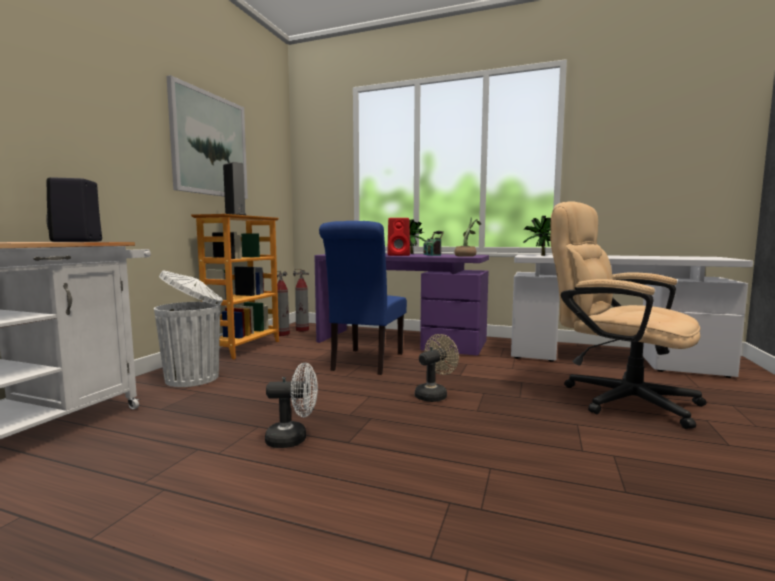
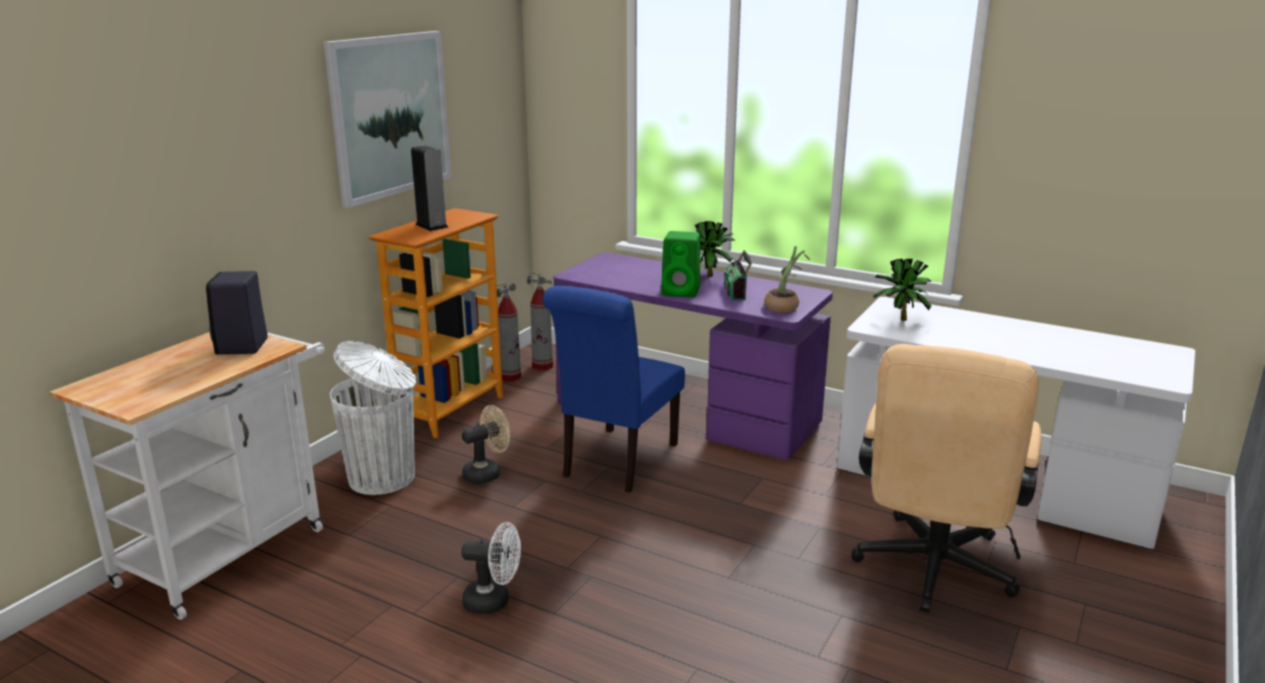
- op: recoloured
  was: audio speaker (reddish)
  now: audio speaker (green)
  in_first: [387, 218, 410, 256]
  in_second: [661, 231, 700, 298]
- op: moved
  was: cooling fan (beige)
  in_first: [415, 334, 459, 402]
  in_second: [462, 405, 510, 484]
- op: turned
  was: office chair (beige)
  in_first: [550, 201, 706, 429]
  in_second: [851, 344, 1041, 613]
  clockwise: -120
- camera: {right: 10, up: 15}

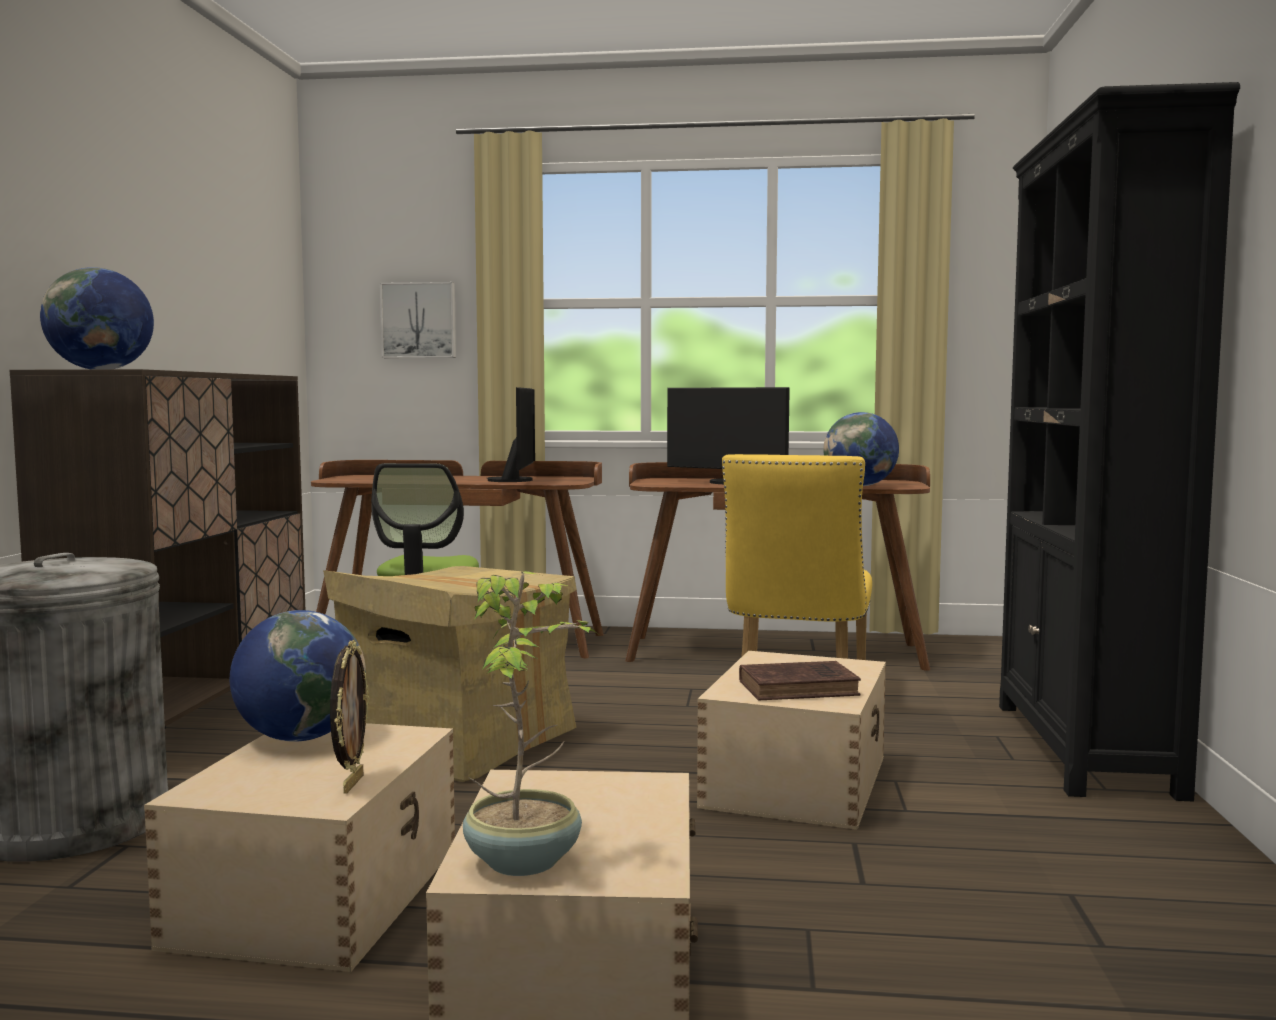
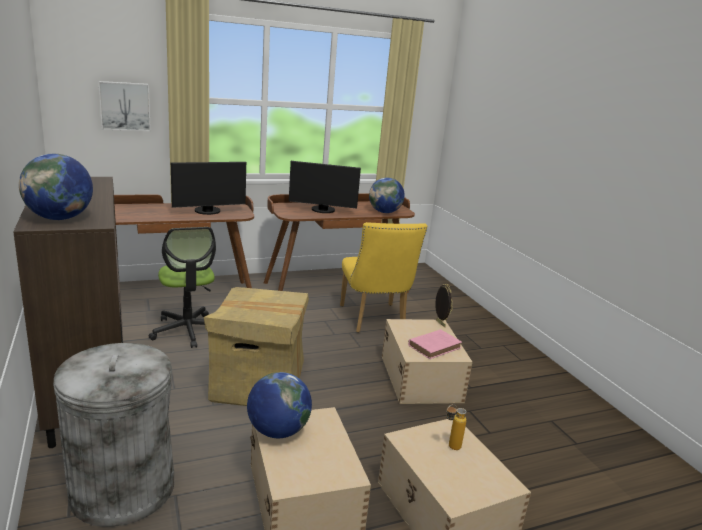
- op: moved
  was: picture frame
  in_first: [330, 640, 369, 793]
  in_second: [435, 284, 453, 327]
- op: removed
  was: plant in a pot
  in_first: [463, 571, 602, 876]
- op: turned
  was: monitor
  in_first: [487, 387, 535, 482]
  in_second: [171, 162, 246, 215]
  clockwise: 90
- op: recoloured
  was: bound book (brown-coloured)
  now: bound book (pinkish)
  in_first: [739, 661, 861, 701]
  in_second: [408, 329, 462, 359]
- op: removed
  was: bookshelf (black-coloured)
  in_first: [999, 82, 1240, 802]
- op: added
  now: beverage bottle
  in_second: [446, 404, 467, 450]
- camera: {right: -30, up: 15}

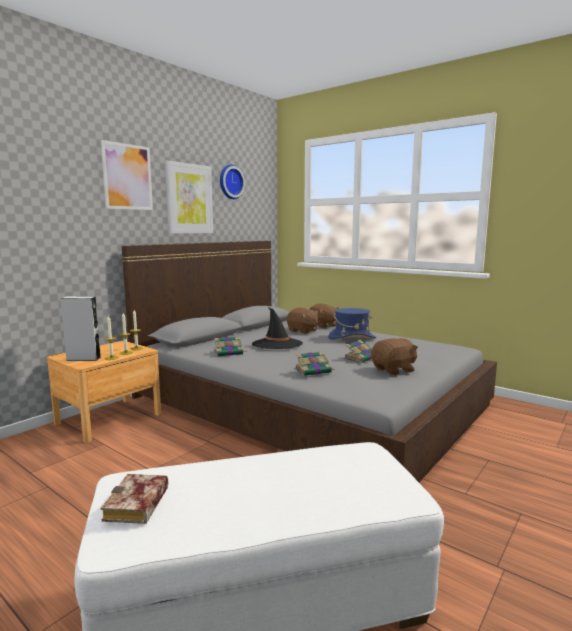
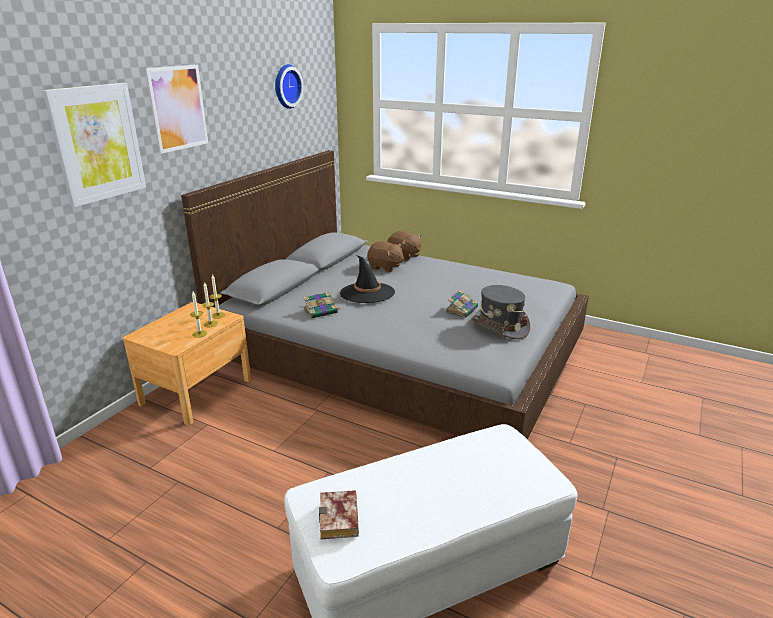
- op: removed
  was: audio speaker (greyish)
  in_first: [60, 296, 101, 361]
- op: moved
  was: wall art
  in_first: [165, 161, 213, 234]
  in_second: [42, 83, 146, 207]
- op: removed
  was: bound book
  in_first: [295, 351, 334, 376]
- op: removed
  was: hat (bluish)
  in_first: [328, 308, 376, 339]
- op: replaced
  was: cuddly toy (brown-coloured)
  now: hat (greyish)
  in_first: [371, 338, 418, 375]
  in_second: [471, 285, 530, 339]
- camera: {right: -10, up: 15}

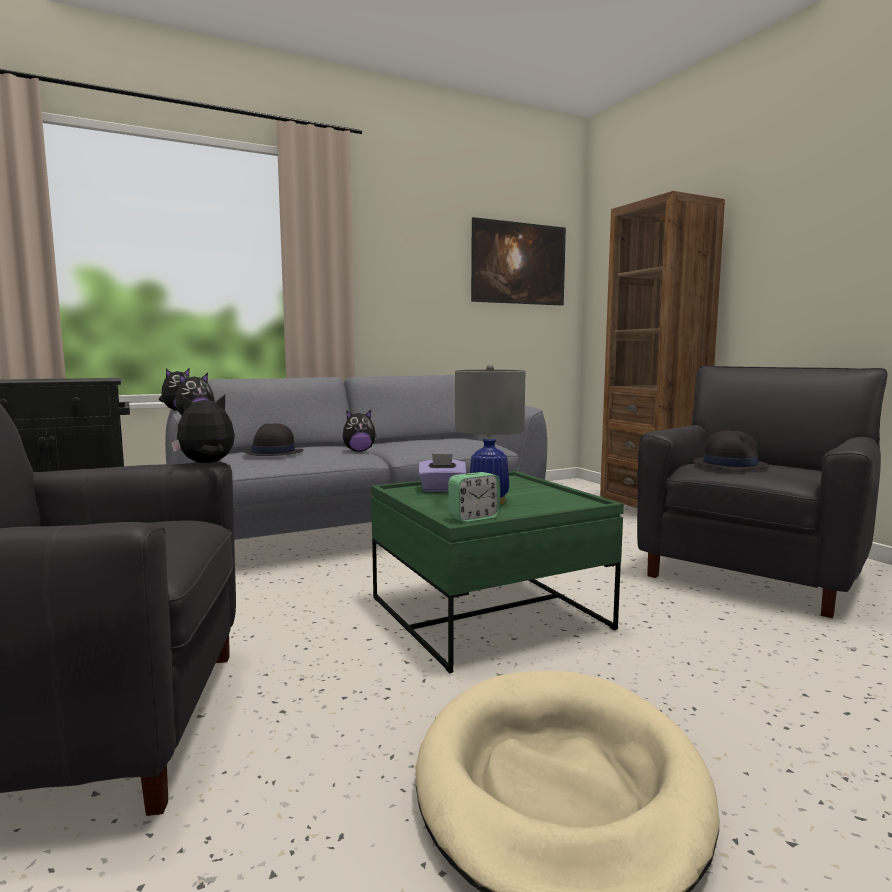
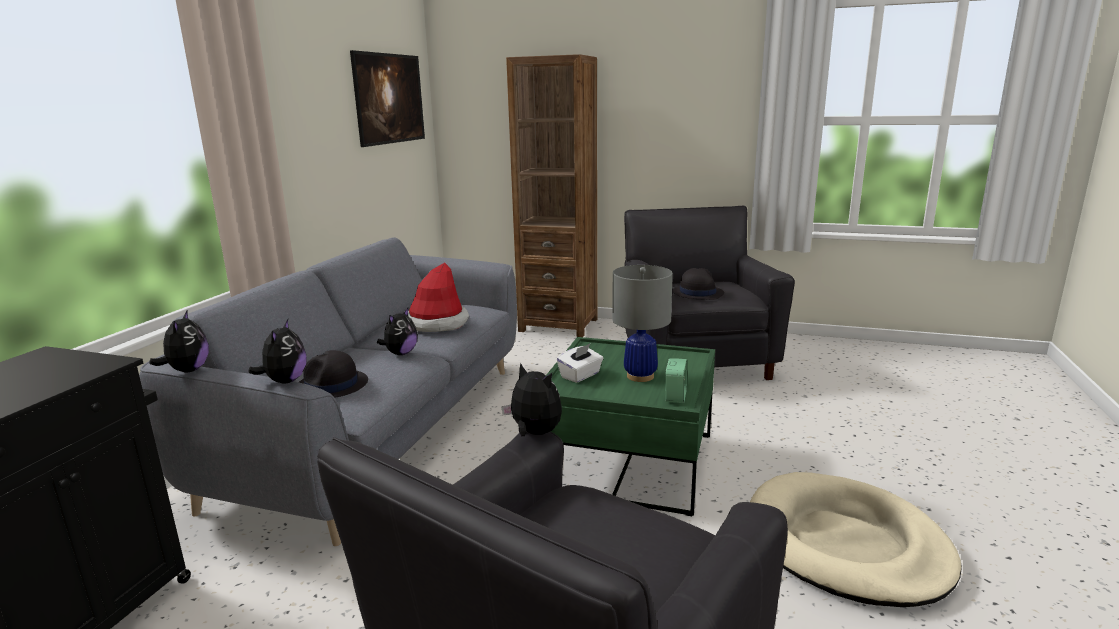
- op: turned
  was: cuddly toy
  in_first: [171, 395, 235, 463]
  in_second: [502, 363, 562, 437]
  clockwise: 105
- op: recoloured
  was: tissue box (purple-coloured)
  now: tissue box (white)
  in_first: [418, 454, 467, 492]
  in_second: [557, 344, 603, 383]
- op: added
  now: hat
  in_second: [408, 263, 469, 332]
- camera: {right: -45, up: 10}

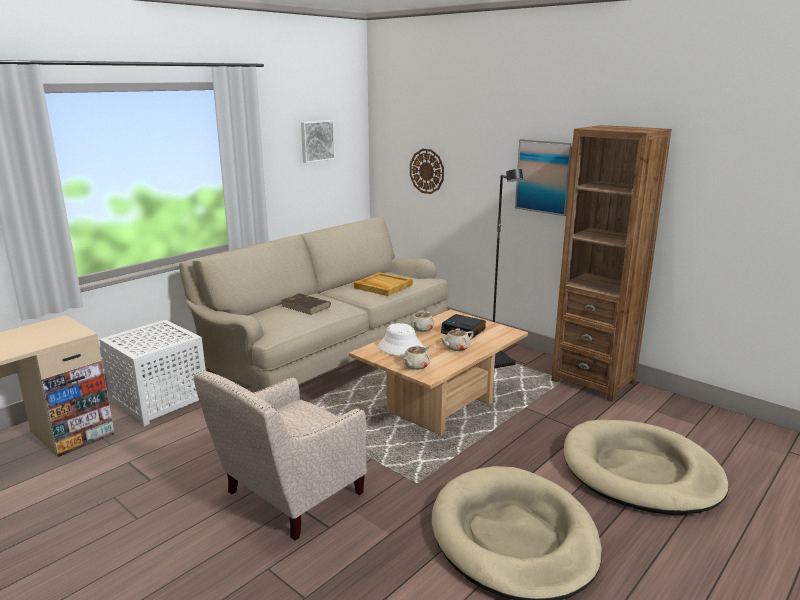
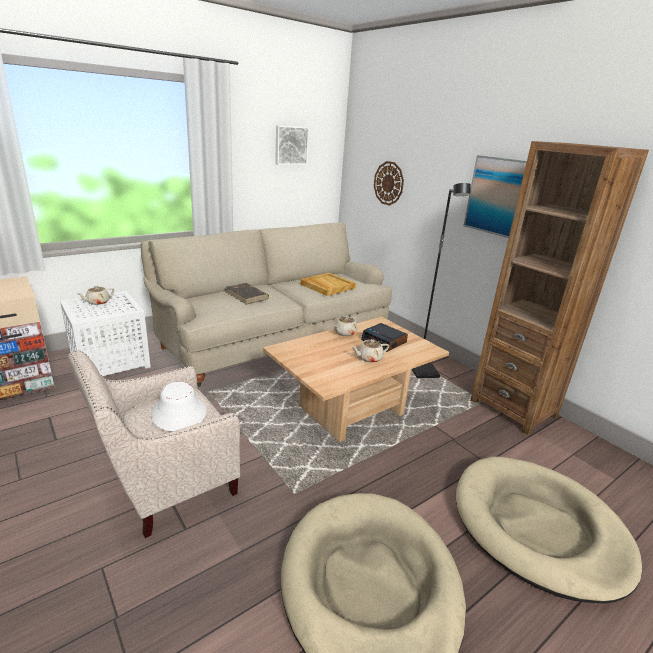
- op: moved
  was: hat (white)
  in_first: [378, 323, 424, 356]
  in_second: [151, 382, 207, 431]
- op: moved
  was: tea pot (beige)
  in_first: [403, 345, 430, 370]
  in_second: [76, 286, 114, 305]
- camera: {right: 10, up: 5}

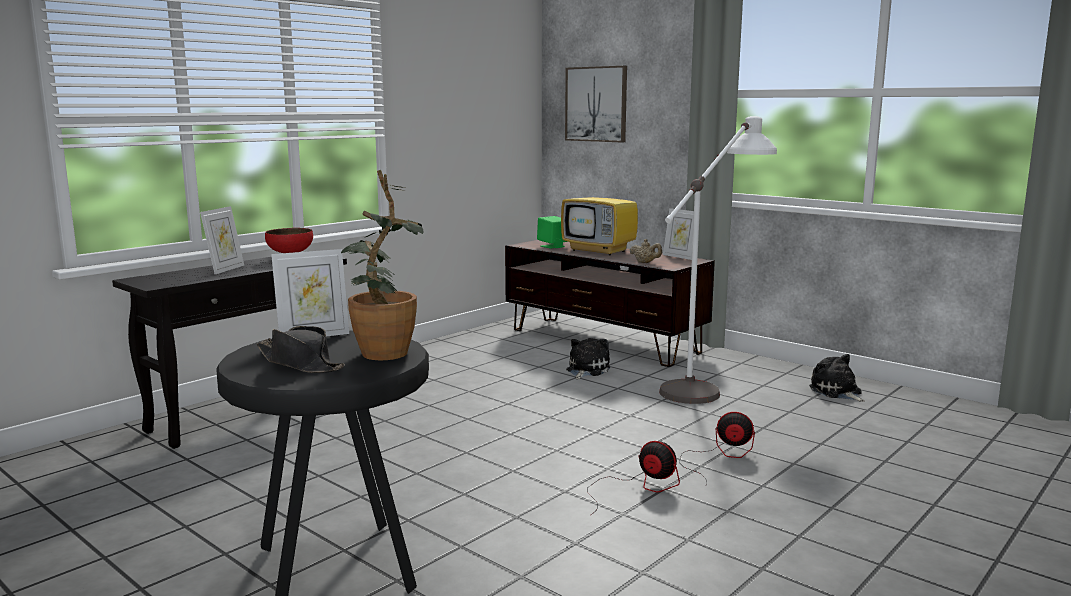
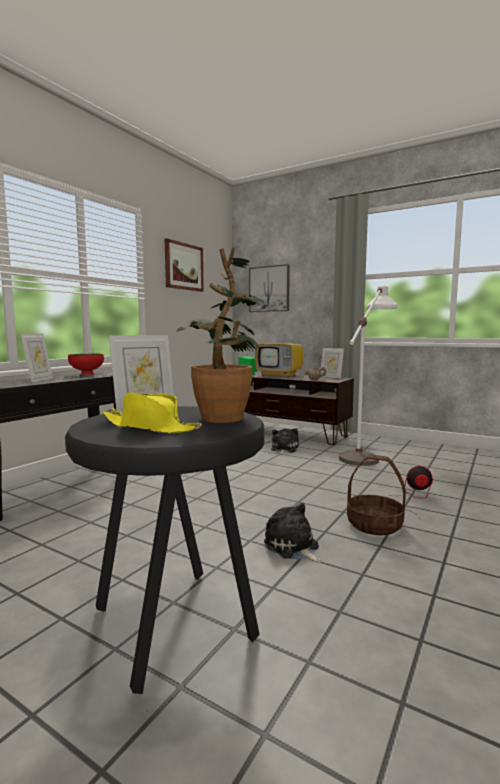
- op: recoloured
  was: hat (black-coloured)
  now: hat (yellow-coloured)
  in_first: [257, 326, 345, 373]
  in_second: [102, 393, 202, 433]
- op: replaced
  was: cooling fan
  now: basket
  in_first: [587, 441, 680, 515]
  in_second: [347, 455, 406, 535]
- op: moved
  was: cuddly toy
  in_first: [809, 354, 865, 402]
  in_second: [264, 503, 322, 563]
- op: added
  now: wall art
  in_second: [165, 238, 204, 292]
- camera: {right: -10, up: -5}

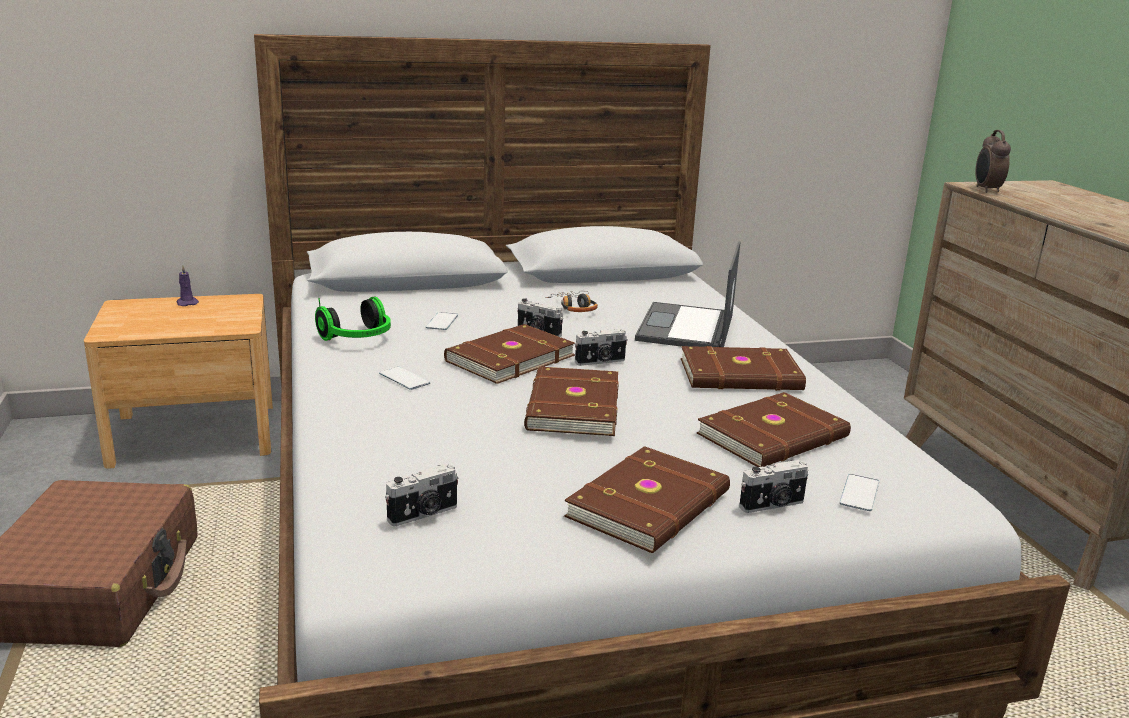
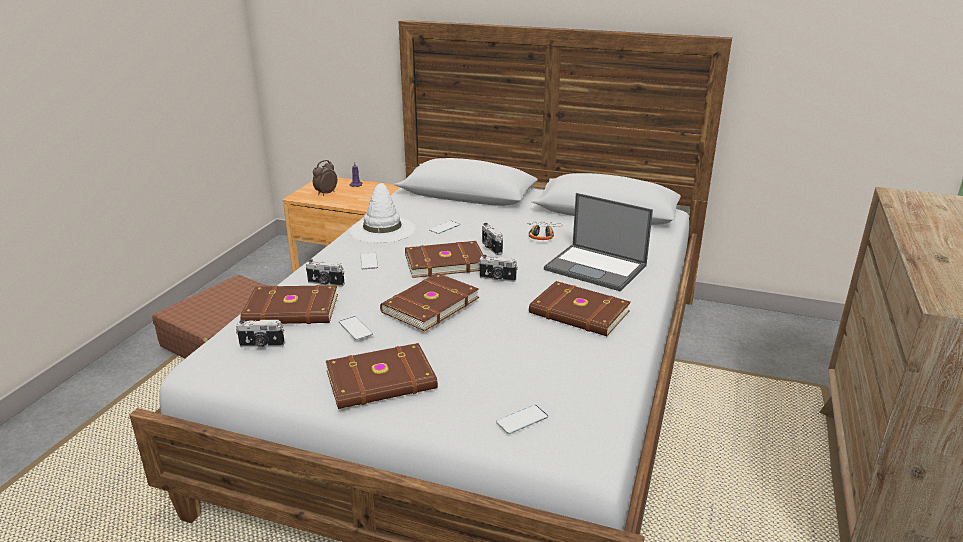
- op: replaced
  was: headphones
  now: hat (white)
  in_first: [315, 297, 391, 341]
  in_second: [350, 183, 415, 243]
- op: turned
  was: notebook computer
  in_first: [635, 241, 740, 347]
  in_second: [544, 193, 653, 292]
  clockwise: -105
- op: moved
  was: bound book (brown-coloured)
  in_first: [697, 392, 851, 467]
  in_second: [240, 285, 338, 324]
- op: moved
  was: still camera
  in_first: [739, 460, 808, 513]
  in_second: [306, 259, 345, 287]
- op: moved
  was: alarm clock
  in_first: [975, 130, 1011, 193]
  in_second: [313, 160, 337, 196]
- op: added
  now: handset
  in_second: [339, 316, 373, 340]
- camera: {right: 35, up: 5}

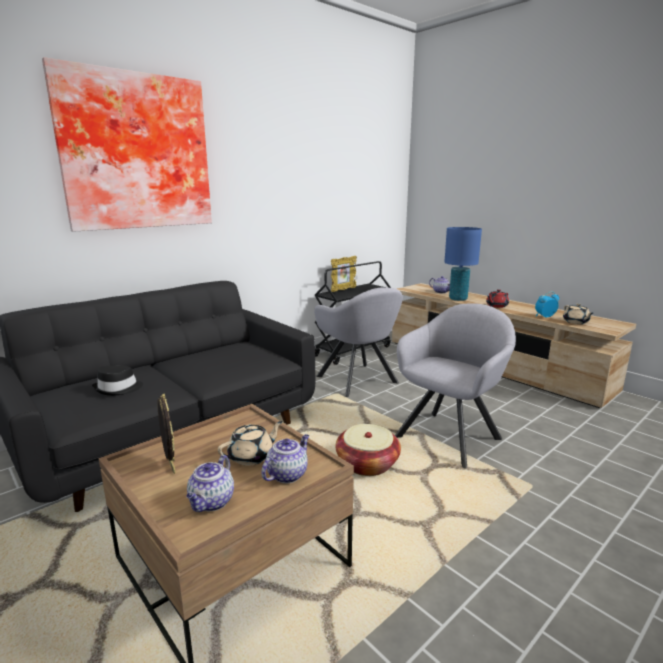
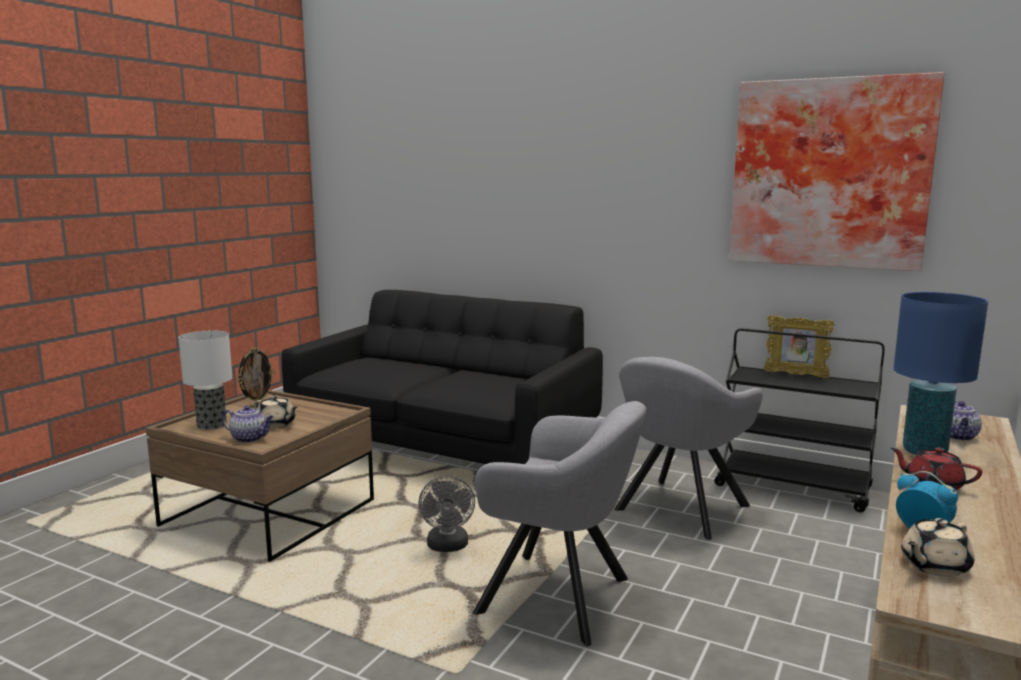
- op: moved
  was: wall art
  in_first: [42, 57, 212, 232]
  in_second: [729, 72, 945, 271]
- op: removed
  was: hat (black-coloured)
  in_first: [92, 365, 143, 396]
- op: replaced
  was: tea pot
  now: tabletop lamp
  in_first: [186, 455, 234, 512]
  in_second: [178, 331, 232, 430]
- op: replaced
  was: basket
  now: cooling fan (greyish)
  in_first: [336, 424, 401, 476]
  in_second: [418, 476, 475, 552]
- camera: {right: 70, up: -5}

